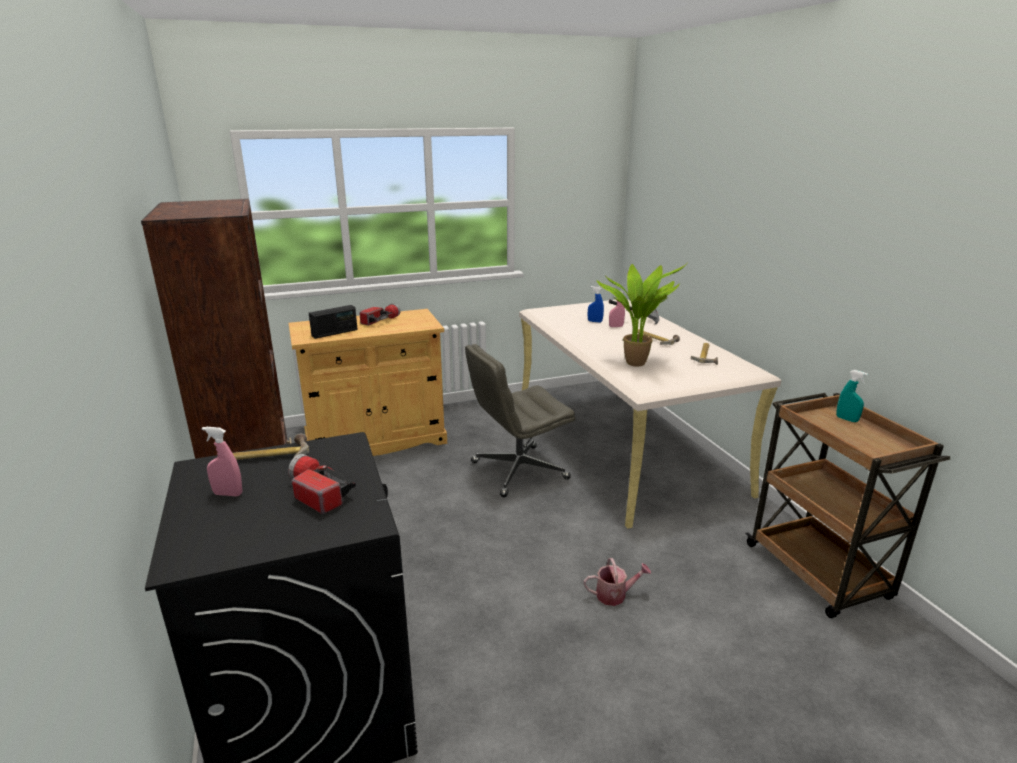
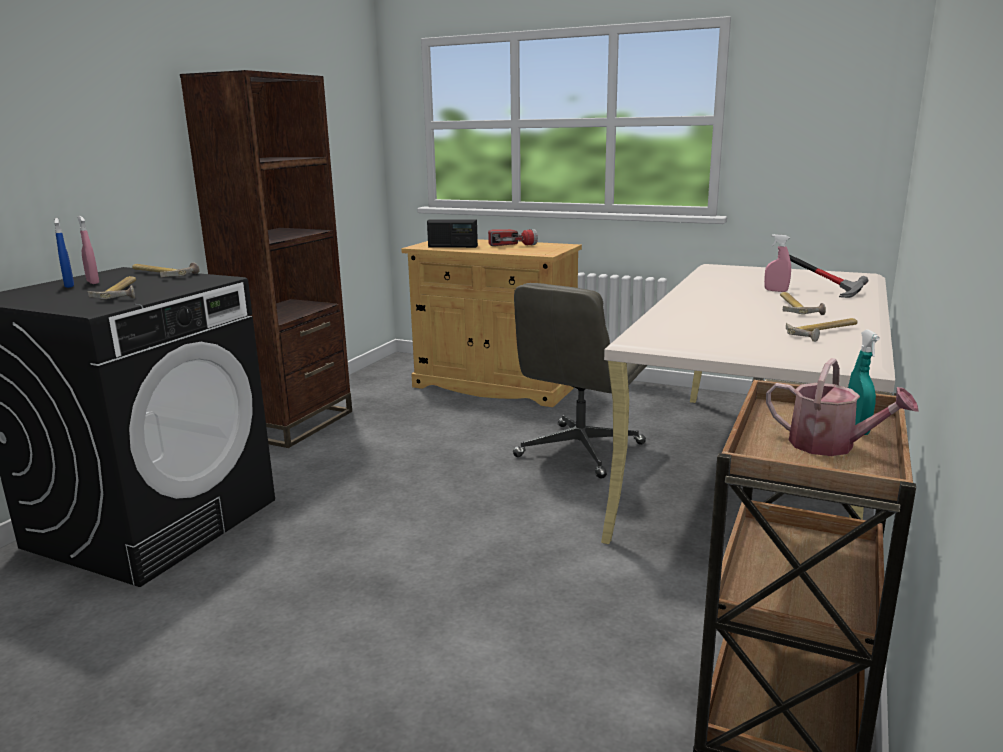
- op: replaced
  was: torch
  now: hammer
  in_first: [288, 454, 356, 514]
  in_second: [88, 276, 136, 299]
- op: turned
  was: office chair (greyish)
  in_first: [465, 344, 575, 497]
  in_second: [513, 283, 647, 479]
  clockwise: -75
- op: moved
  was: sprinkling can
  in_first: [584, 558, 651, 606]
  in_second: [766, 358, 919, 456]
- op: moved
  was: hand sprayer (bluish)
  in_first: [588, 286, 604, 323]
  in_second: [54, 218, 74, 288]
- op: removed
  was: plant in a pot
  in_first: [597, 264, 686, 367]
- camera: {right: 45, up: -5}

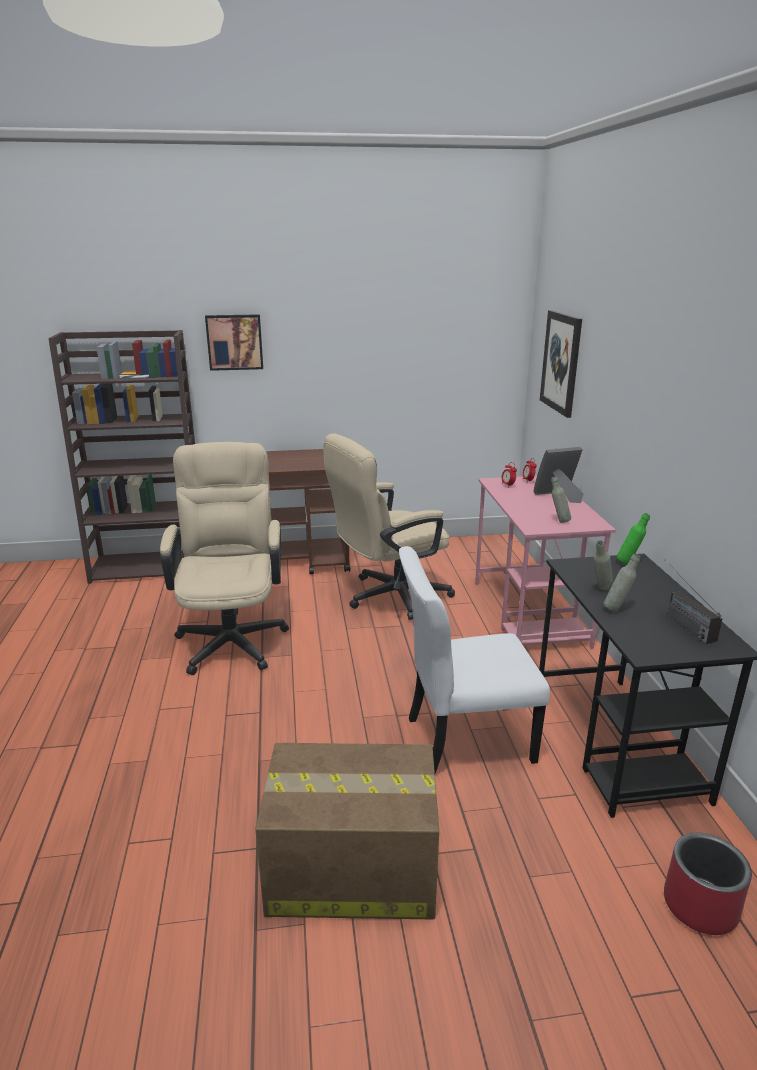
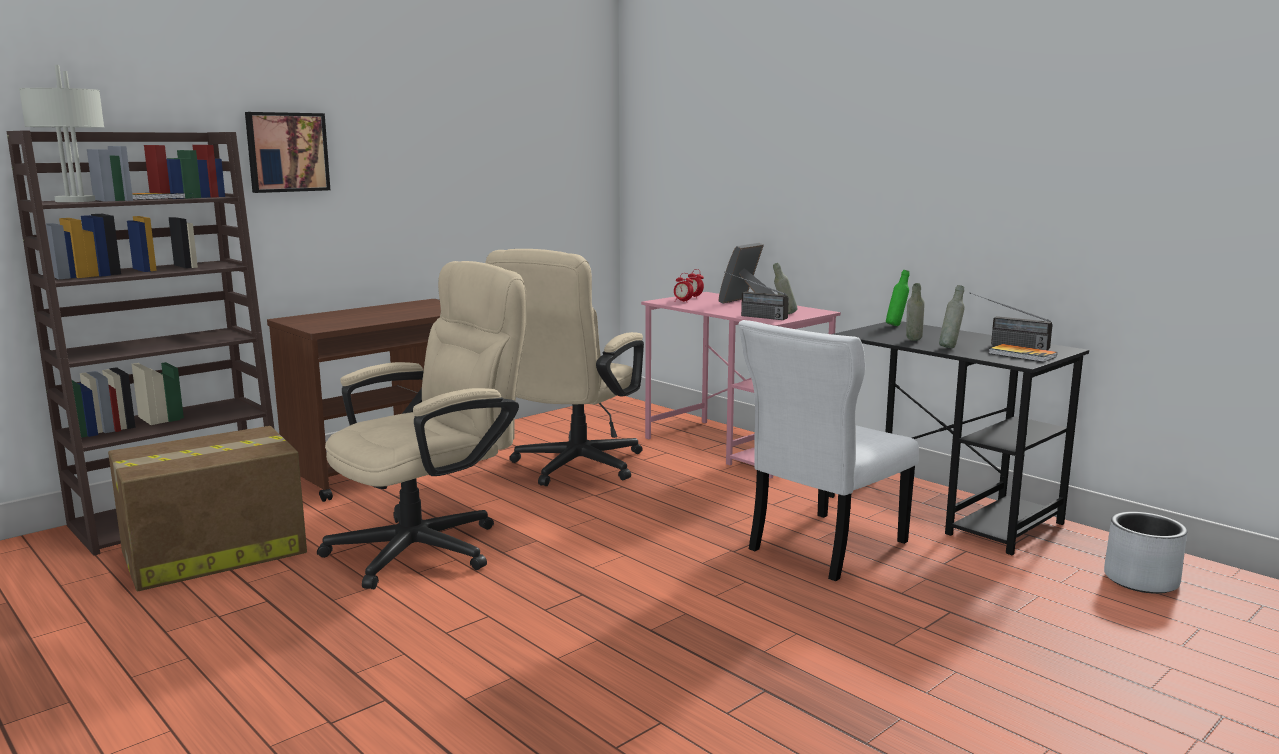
- op: turned
  was: office chair (beige)
  in_first: [160, 442, 289, 675]
  in_second: [317, 261, 527, 589]
  clockwise: 90
- op: moved
  was: cardboard box
  in_first: [255, 743, 439, 919]
  in_second: [108, 426, 307, 591]
- op: removed
  was: wall art
  in_first: [540, 310, 582, 418]
- op: recoloured
  was: flower pot (reddish)
  now: flower pot (greyish)
  in_first: [664, 833, 752, 935]
  in_second: [1104, 512, 1187, 594]
- op: added
  now: tabletop lamp (greyish)
  in_second: [19, 65, 104, 202]
- op: added
  now: radio
  in_second: [724, 272, 789, 320]
- op: added
  now: bound book
  in_second: [988, 344, 1057, 362]
- camera: {right: -35, up: -10}

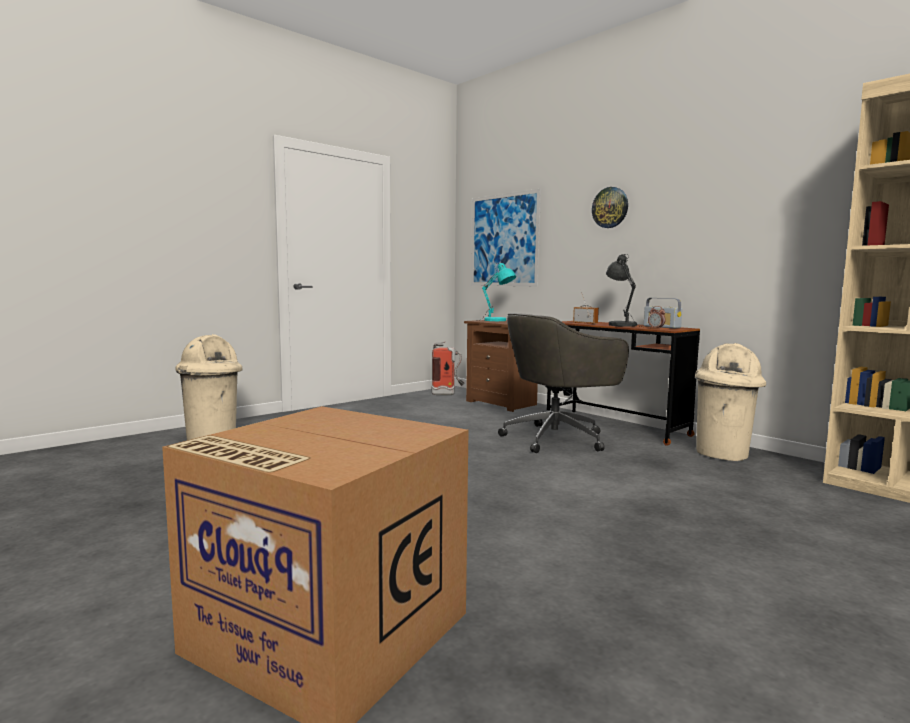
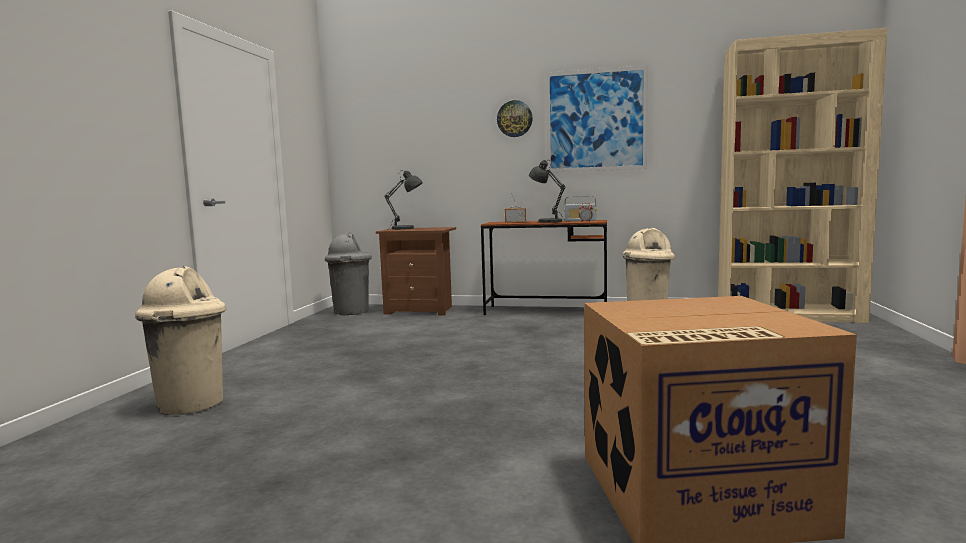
- op: replaced
  was: fire extinguisher
  now: trash can (greyish)
  in_first: [432, 342, 464, 395]
  in_second: [325, 232, 372, 315]
- op: moved
  was: wall art
  in_first: [471, 189, 541, 287]
  in_second: [546, 65, 648, 172]
- op: recoloured
  was: tabletop lamp (blue-green)
  now: tabletop lamp (greyish)
  in_first: [482, 263, 516, 321]
  in_second: [385, 171, 423, 230]
- op: removed
  was: office chair (greyish)
  in_first: [498, 313, 629, 453]
- camera: {right: -35, up: 0}

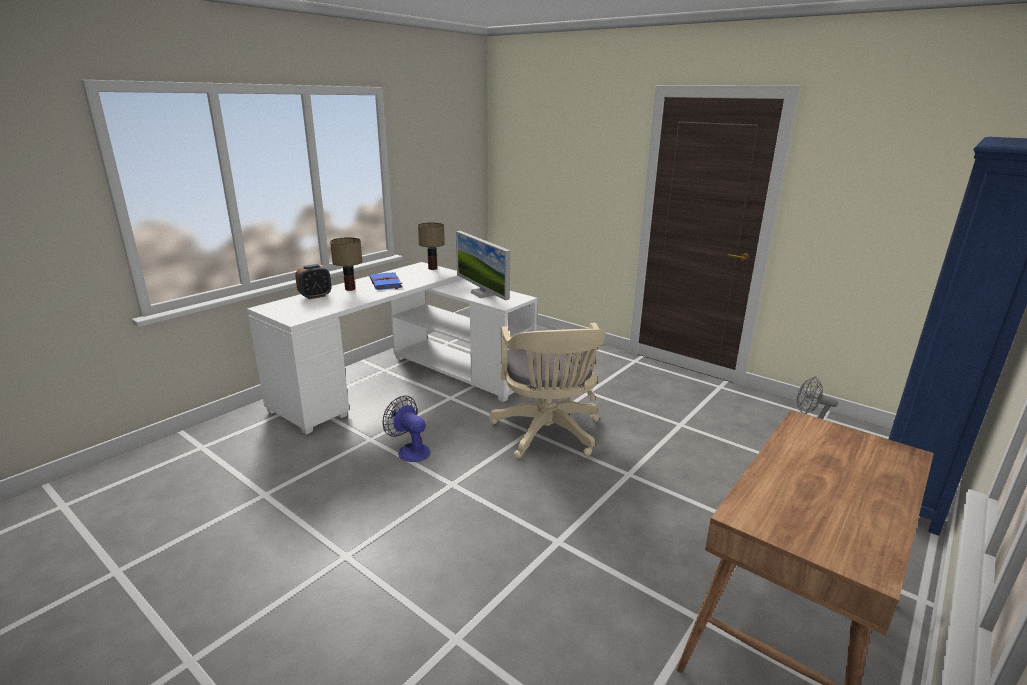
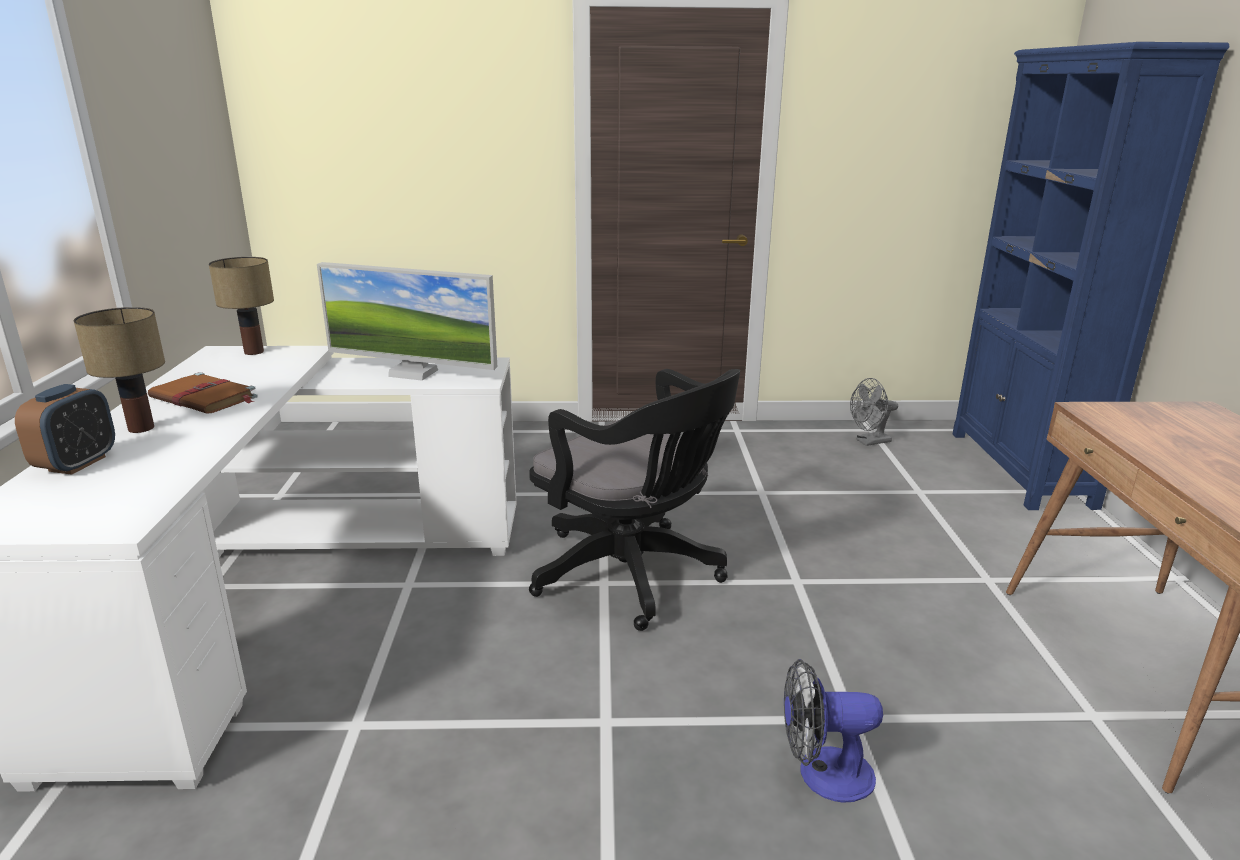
- op: recoloured
  was: bound book (bluish)
  now: bound book (brown-coloured)
  in_first: [369, 272, 403, 290]
  in_second: [148, 372, 258, 414]
- op: moved
  was: cooling fan
  in_first: [383, 396, 431, 462]
  in_second: [784, 659, 883, 803]
- op: recoloured
  was: office chair (beige)
  now: office chair (black-coloured)
  in_first: [489, 323, 605, 459]
  in_second: [529, 369, 740, 631]
- camera: {right: -40, up: 0}

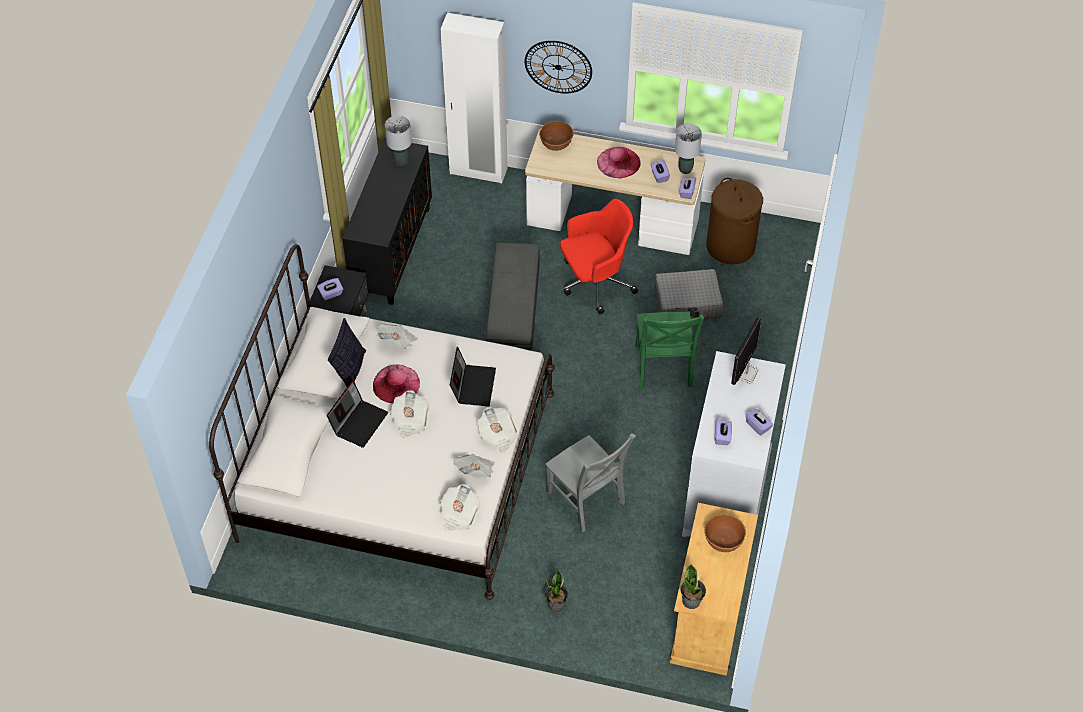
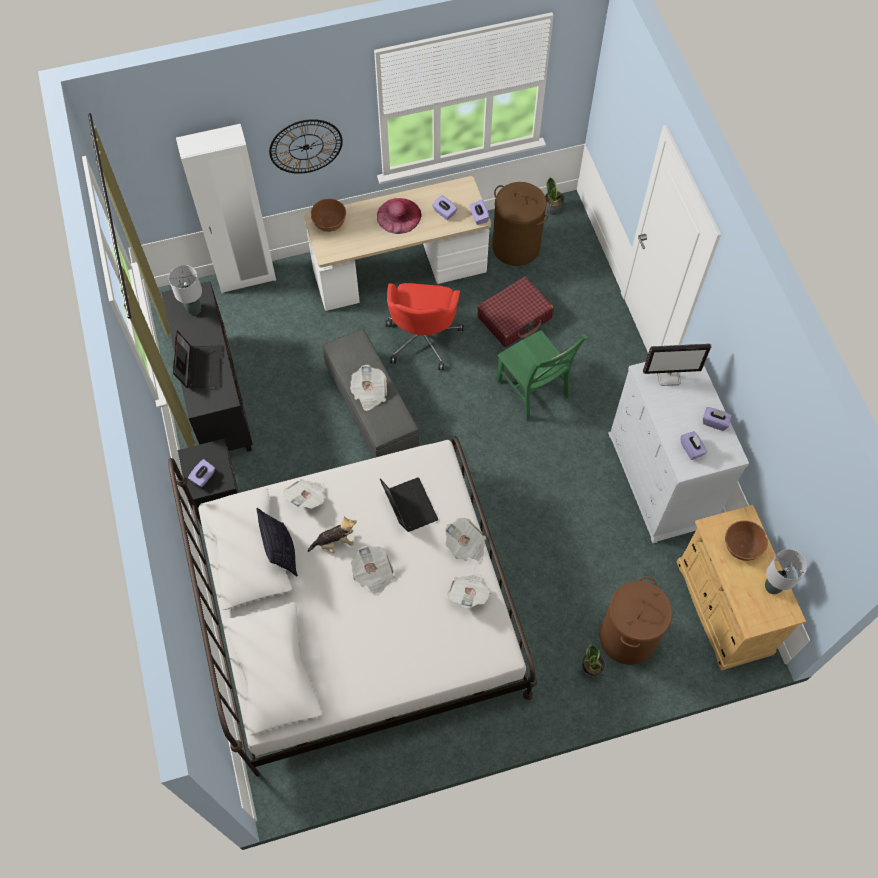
- op: moved
  was: notebook computer
  in_first: [327, 380, 388, 448]
  in_second: [173, 331, 222, 389]
- op: replaced
  was: hat (pinkish)
  now: cuddly toy
  in_first: [373, 364, 420, 403]
  in_second: [308, 516, 357, 553]
- op: moved
  was: newspaper
  in_first: [440, 484, 480, 531]
  in_second: [350, 365, 387, 411]
- op: removed
  was: chair (greyish)
  in_first: [545, 433, 636, 532]
- op: turned
  was: office chair (reddish)
  in_first: [560, 199, 638, 314]
  in_second: [386, 283, 464, 370]
  clockwise: 150
- op: recoloured
  was: piece of luggage (greyish)
  now: piece of luggage (reddish)
  in_first: [655, 269, 723, 319]
  in_second: [477, 277, 553, 347]
- op: moved
  was: tabletop lamp (greyish)
  in_first: [675, 124, 702, 174]
  in_second: [765, 549, 807, 594]
- op: moved
  was: plant in a pot
  in_first: [680, 564, 706, 609]
  in_second: [545, 177, 564, 215]
- op: turned
  was: monitor
  in_first: [731, 317, 761, 385]
  in_second: [643, 344, 712, 386]
  clockwise: -90
- op: added
  now: hamper (brown-coloured)
  in_second: [599, 576, 672, 665]
- camera: {right: -30, up: 10}

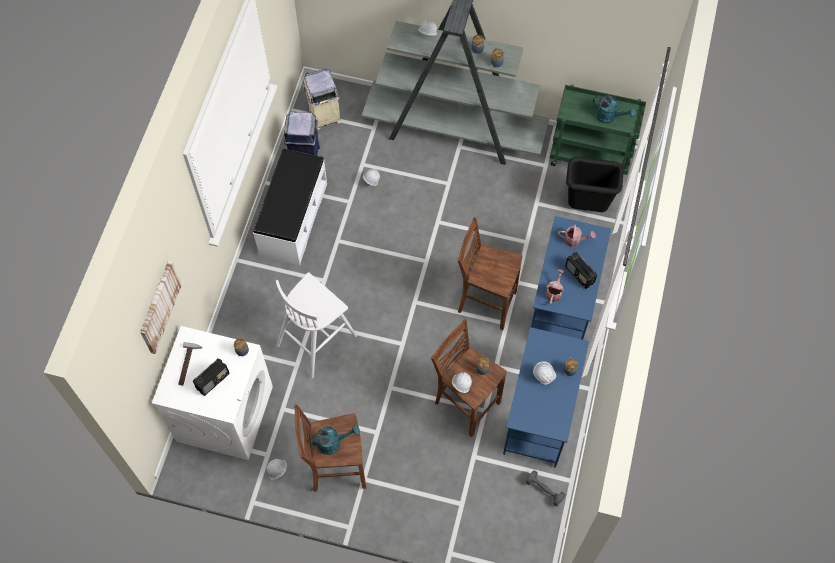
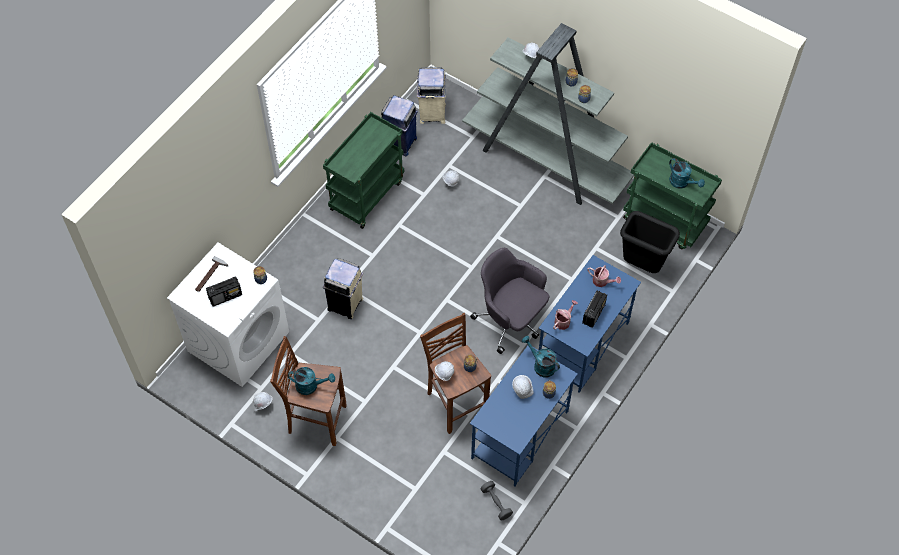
- op: removed
  was: wall art
  in_first: [140, 261, 182, 354]
- op: replaced
  was: long seat (white)
  now: trolley (green)
  in_first: [253, 148, 327, 265]
  in_second: [323, 112, 404, 229]
- op: replaced
  was: stool (white)
  now: trash can (beige)
  in_first: [276, 272, 357, 379]
  in_second: [323, 258, 363, 319]
- op: replaced
  was: stool (brown-coloured)
  now: office chair (greyish)
  in_first: [457, 217, 522, 330]
  in_second: [470, 248, 550, 354]
- op: turned
  was: radio
  in_first: [565, 252, 597, 289]
  in_second: [582, 291, 607, 328]
  clockwise: -135
- op: added
  now: sprinkling can (blue-green)
  in_second: [522, 336, 560, 377]
- camera: {right: 20, up: -5}

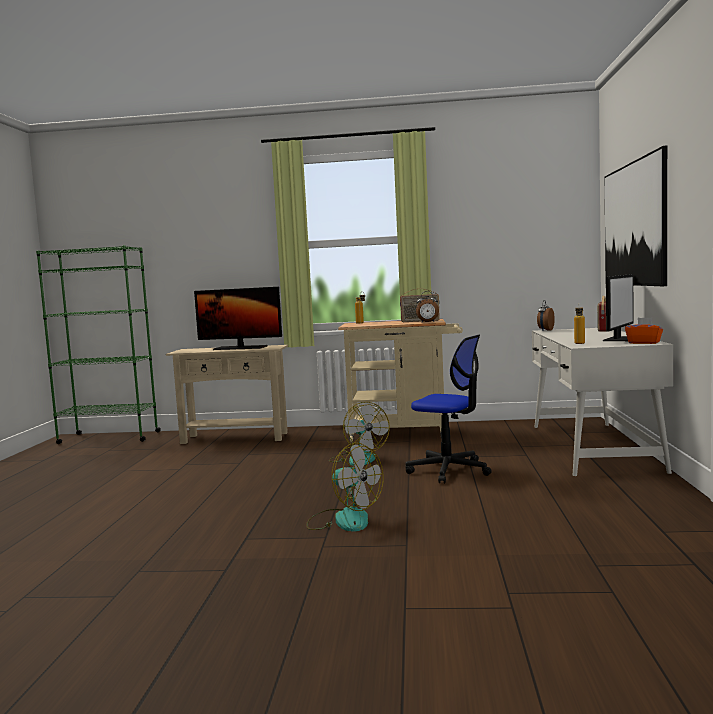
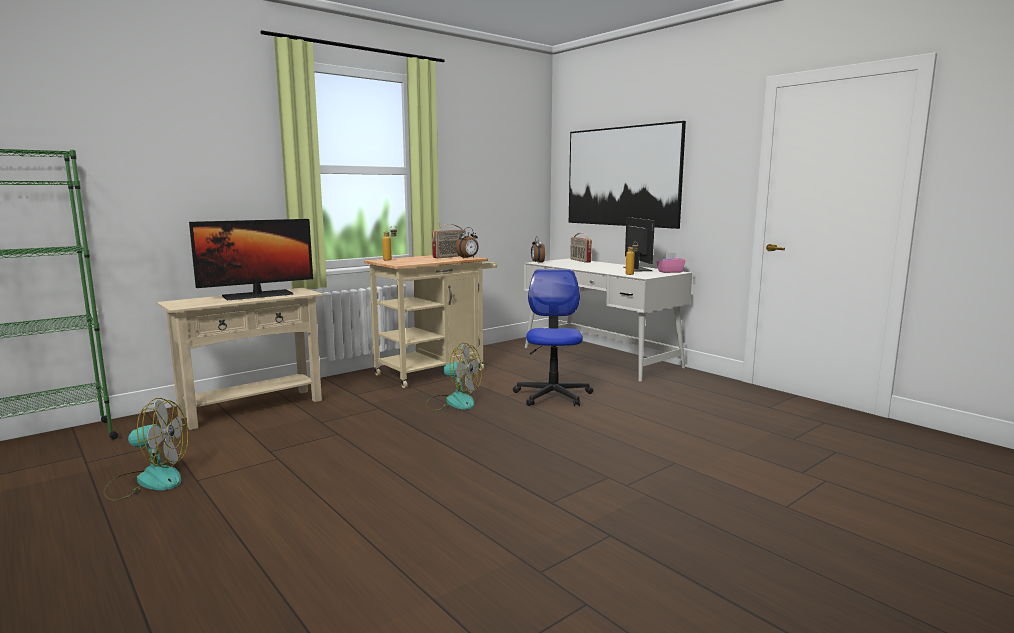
- op: moved
  was: cooling fan
  in_first: [306, 443, 383, 532]
  in_second: [103, 398, 188, 501]
- op: turned
  was: office chair
  in_first: [405, 335, 491, 483]
  in_second: [513, 269, 593, 406]
  clockwise: -75
- op: recoloured
  was: tissue box (orange-coloured)
  now: tissue box (pinkish)
  in_first: [625, 317, 663, 344]
  in_second: [656, 253, 686, 273]
- camera: {right: -45, up: 5}

